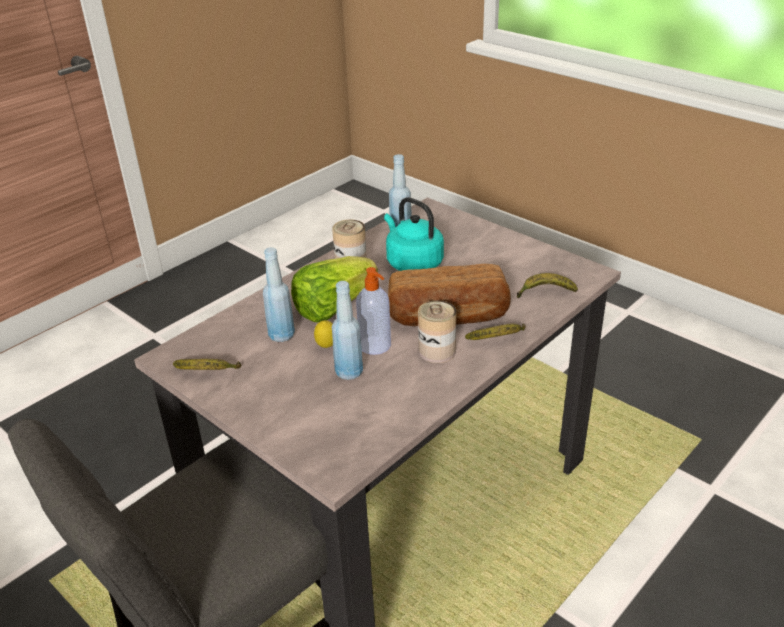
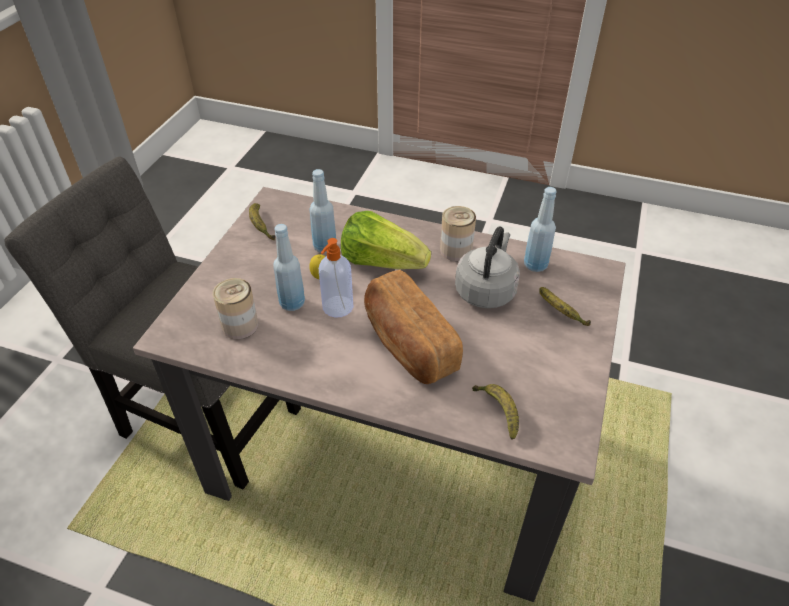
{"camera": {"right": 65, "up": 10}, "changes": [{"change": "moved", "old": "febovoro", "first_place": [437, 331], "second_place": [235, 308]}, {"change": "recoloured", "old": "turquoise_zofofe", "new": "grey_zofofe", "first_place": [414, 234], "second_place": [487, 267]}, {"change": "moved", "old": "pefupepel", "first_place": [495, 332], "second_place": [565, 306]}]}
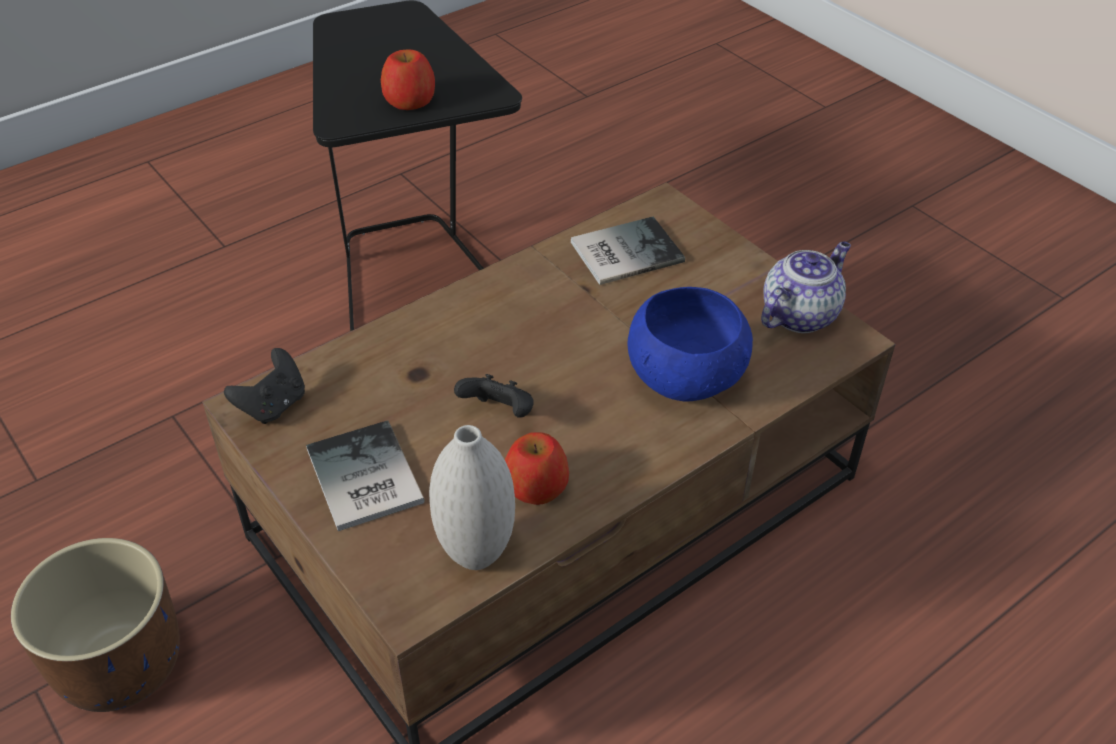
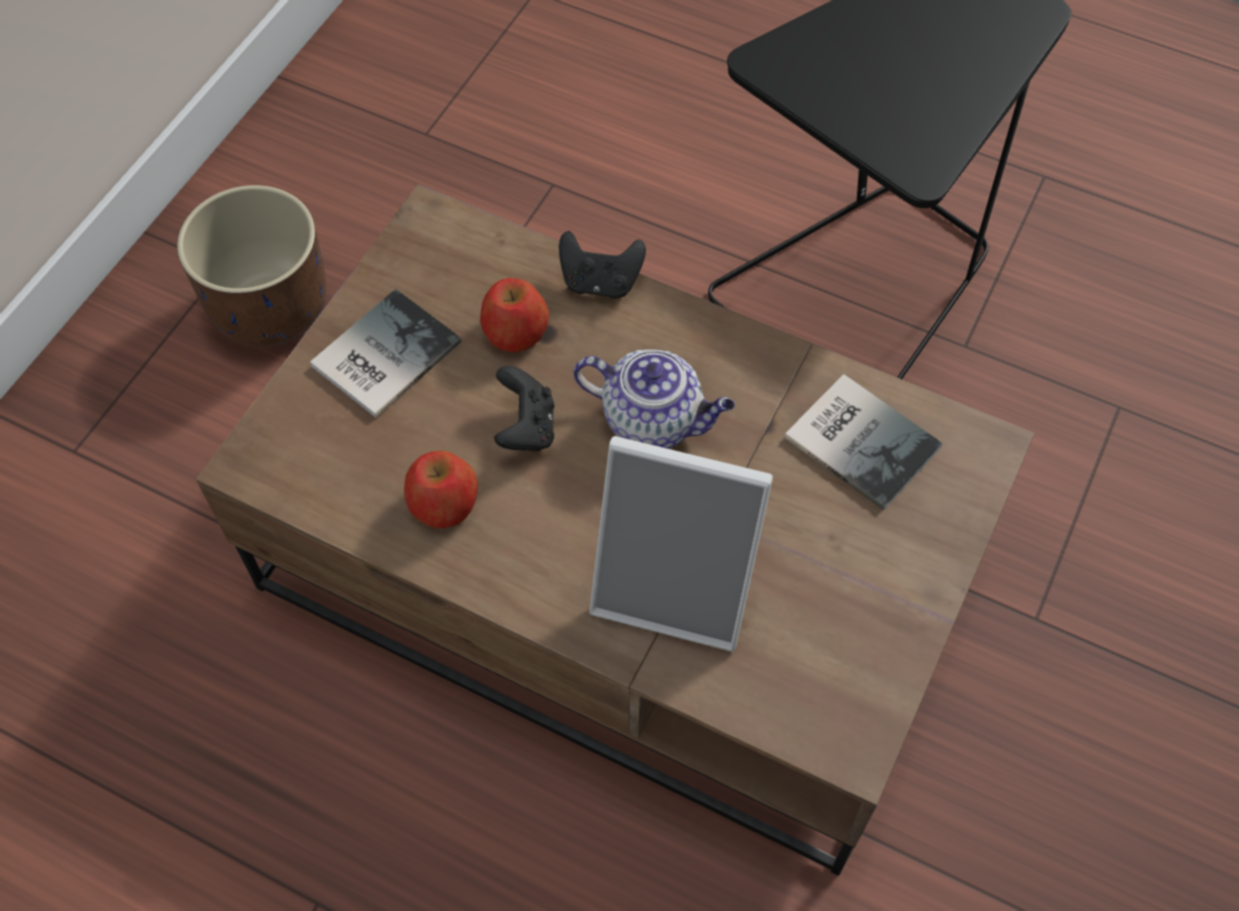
{"camera": {"right": 65, "up": 15}, "changes": [{"change": "moved", "old": "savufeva", "first_place": [408, 80], "second_place": [514, 315]}, {"change": "moved", "old": "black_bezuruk", "first_place": [264, 386], "second_place": [602, 265]}, {"change": "moved", "old": "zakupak", "first_place": [806, 287], "second_place": [654, 399]}, {"change": "replaced", "old": "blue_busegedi", "new": "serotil", "first_place": [690, 344], "second_place": [681, 544]}, {"change": "removed", "old": "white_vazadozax", "first_place": [472, 497]}]}
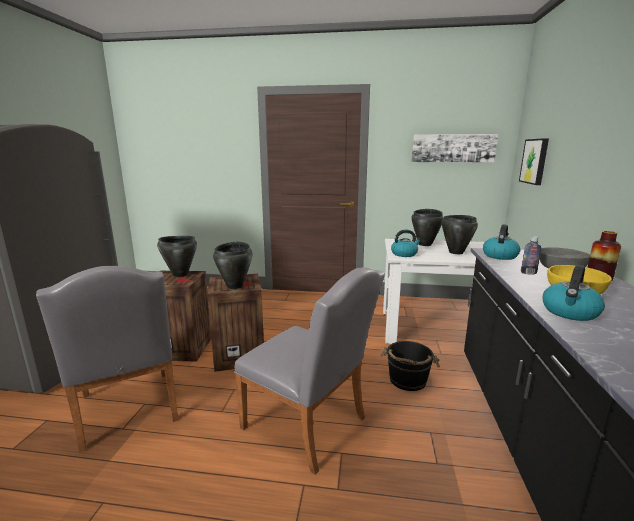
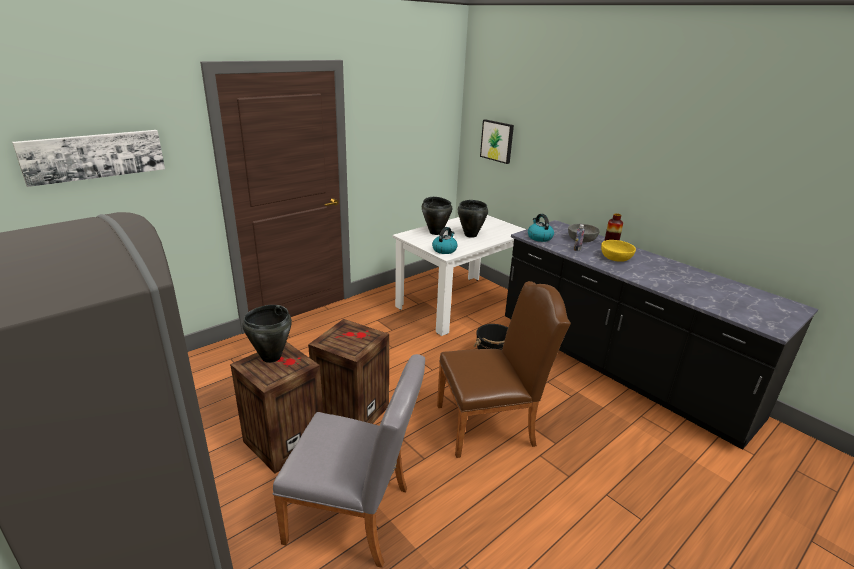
{"camera": {"right": -50, "up": 10}, "changes": [{"change": "moved", "old": "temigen", "first_place": [454, 148], "second_place": [88, 158]}, {"change": "recoloured", "old": "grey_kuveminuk", "new": "brown_kuveminuk", "first_place": [309, 371], "second_place": [504, 369]}, {"change": "removed", "old": "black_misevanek", "first_place": [232, 265]}, {"change": "removed", "old": "zofofe", "first_place": [573, 293]}]}
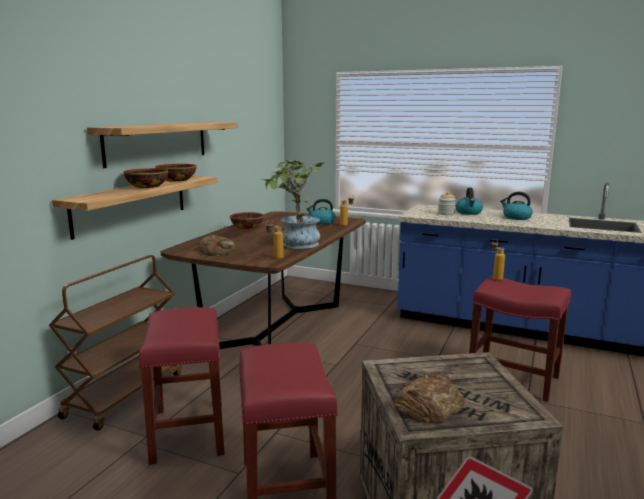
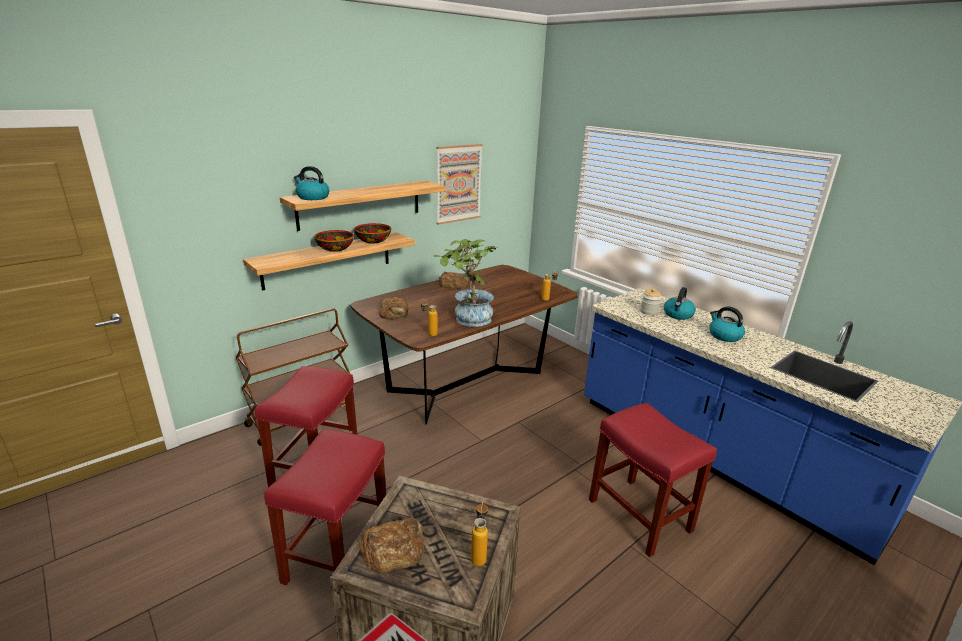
{"camera": {"right": 25, "up": 10}, "changes": [{"change": "moved", "old": "zofofe", "first_place": [321, 212], "second_place": [311, 183]}, {"change": "added", "new": "temigen", "second_place": [459, 184]}, {"change": "replaced", "old": "busegedi", "new": "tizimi", "first_place": [247, 220], "second_place": [454, 281]}, {"change": "moved", "old": "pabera", "first_place": [498, 260], "second_place": [479, 533]}]}
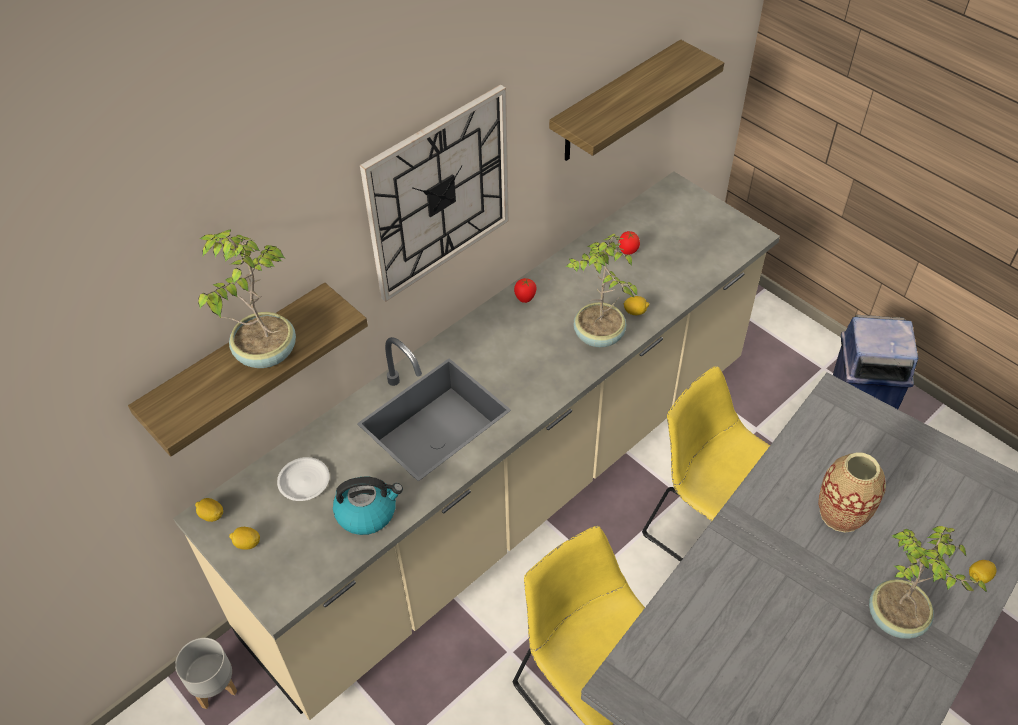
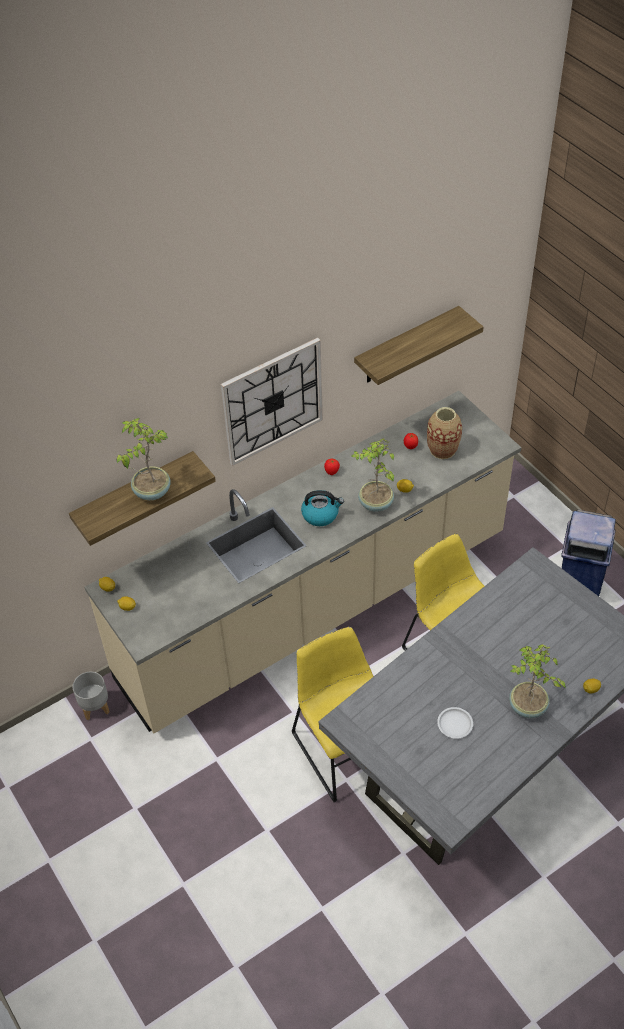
{"camera": {"right": 10, "up": 0}, "changes": [{"change": "moved", "old": "zofofe", "first_place": [368, 505], "second_place": [322, 508]}, {"change": "moved", "old": "vazadozax", "first_place": [852, 492], "second_place": [444, 433]}, {"change": "moved", "old": "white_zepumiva", "first_place": [303, 479], "second_place": [455, 723]}]}
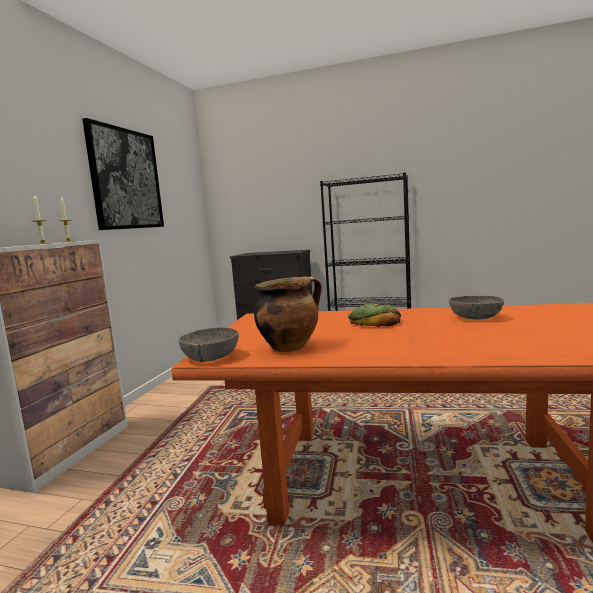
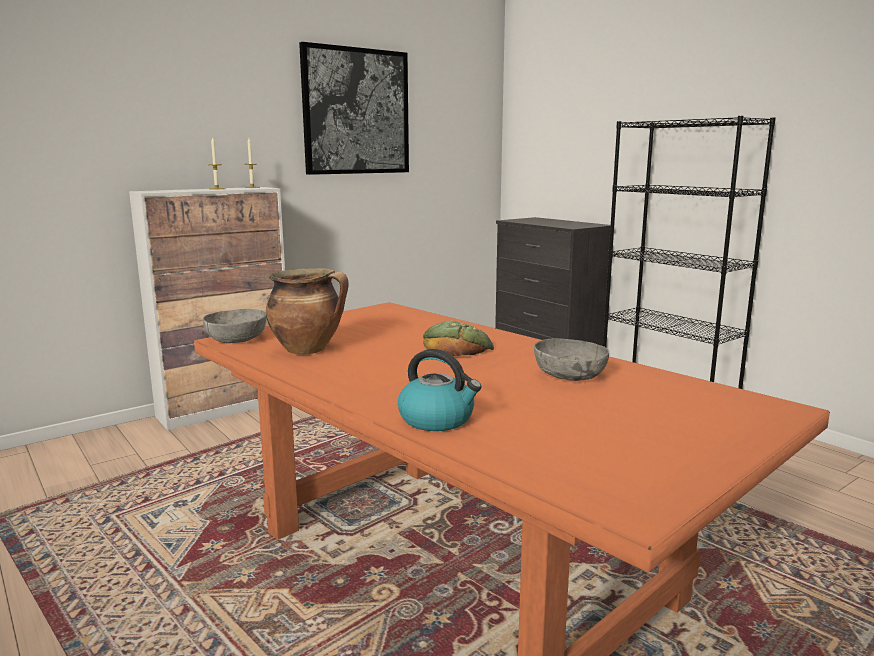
{"camera": {"right": 35, "up": 5}, "changes": [{"change": "added", "new": "zofofe", "second_place": [440, 390]}]}
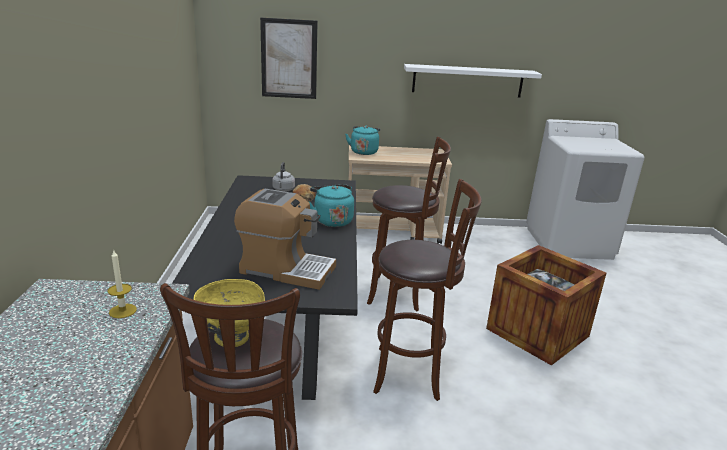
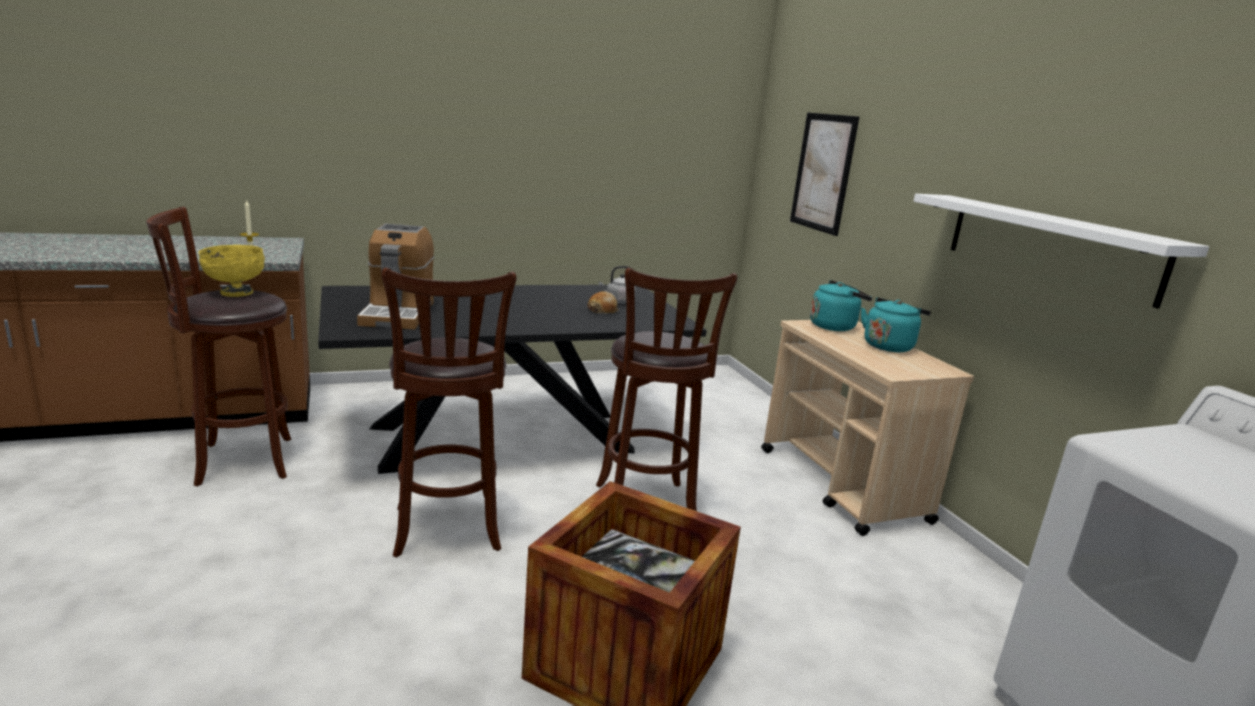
{"camera": {"right": 70, "up": -5}, "changes": [{"change": "moved", "old": "turquoise_zofofe", "first_place": [331, 205], "second_place": [896, 324]}]}
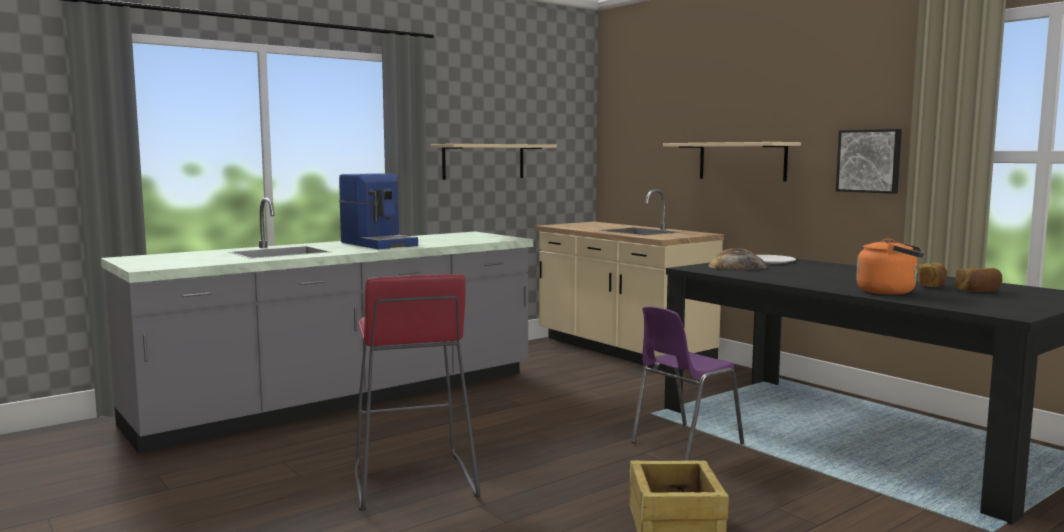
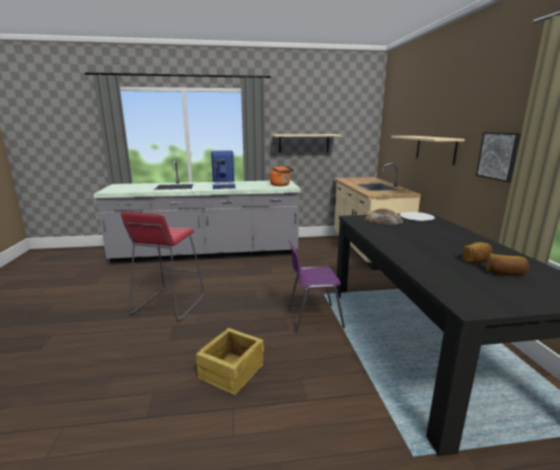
{"camera": {"right": 30, "up": 10}, "changes": [{"change": "moved", "old": "orange_zofofe", "first_place": [890, 266], "second_place": [282, 175]}]}
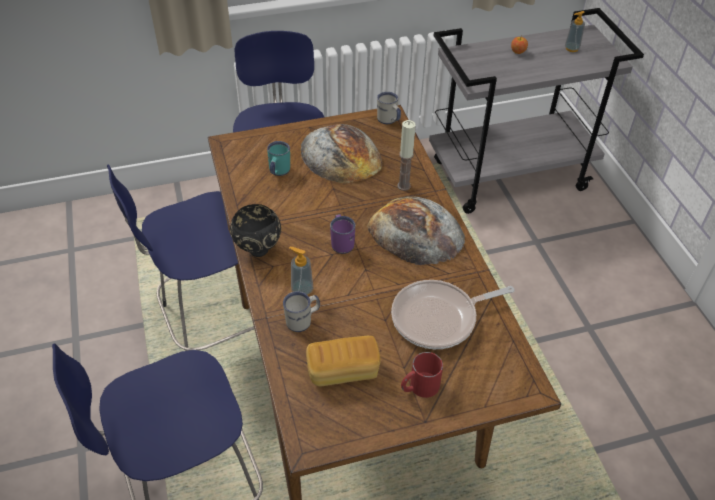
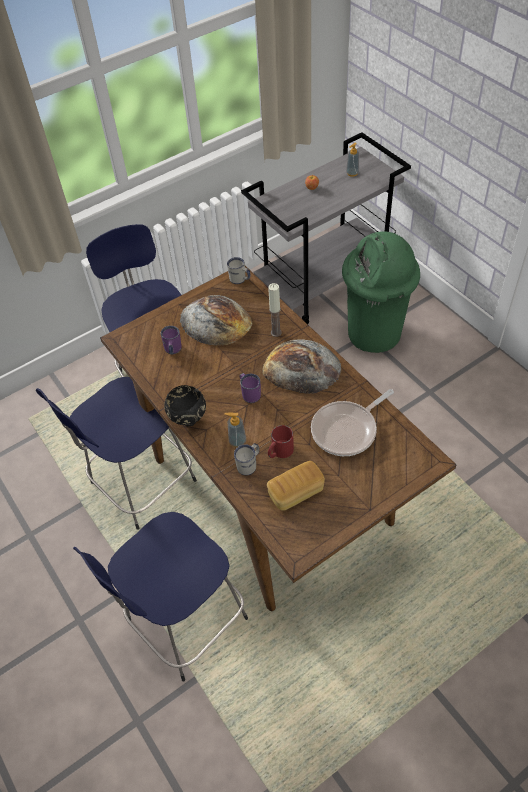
{"camera": {"right": -15, "up": 5}, "changes": [{"change": "recoloured", "old": "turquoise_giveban", "new": "purple_giveban", "first_place": [278, 158], "second_place": [171, 340]}, {"change": "moved", "old": "red_giveban", "first_place": [422, 375], "second_place": [281, 441]}, {"change": "added", "new": "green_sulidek", "second_place": [381, 292]}]}
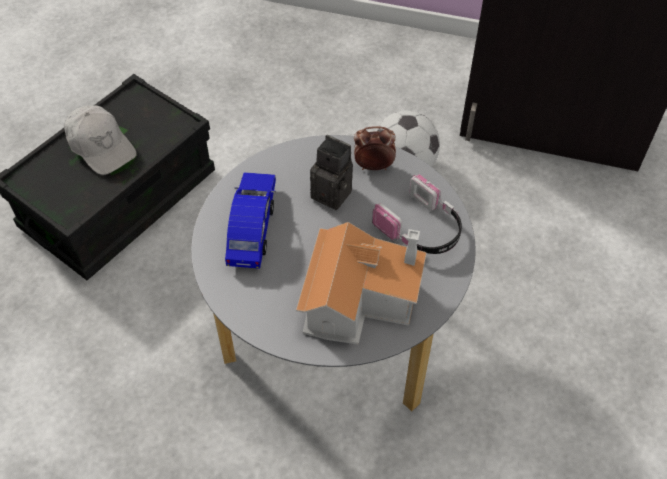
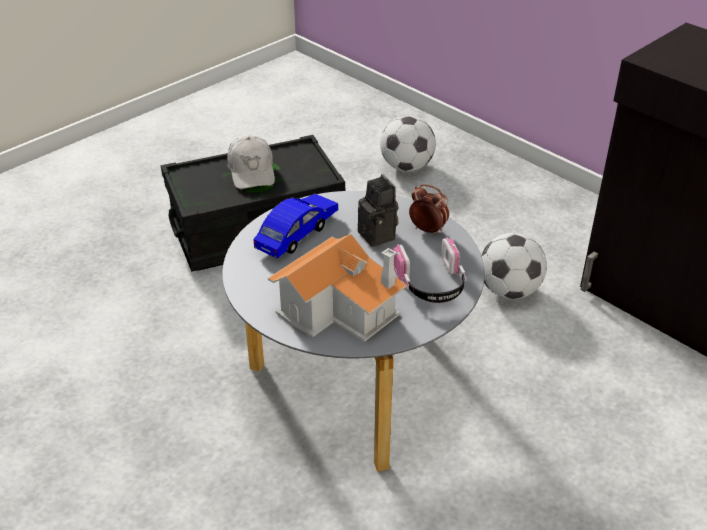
{"camera": {"right": 30, "up": -15}, "changes": [{"change": "added", "new": "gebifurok", "second_place": [408, 144]}]}
